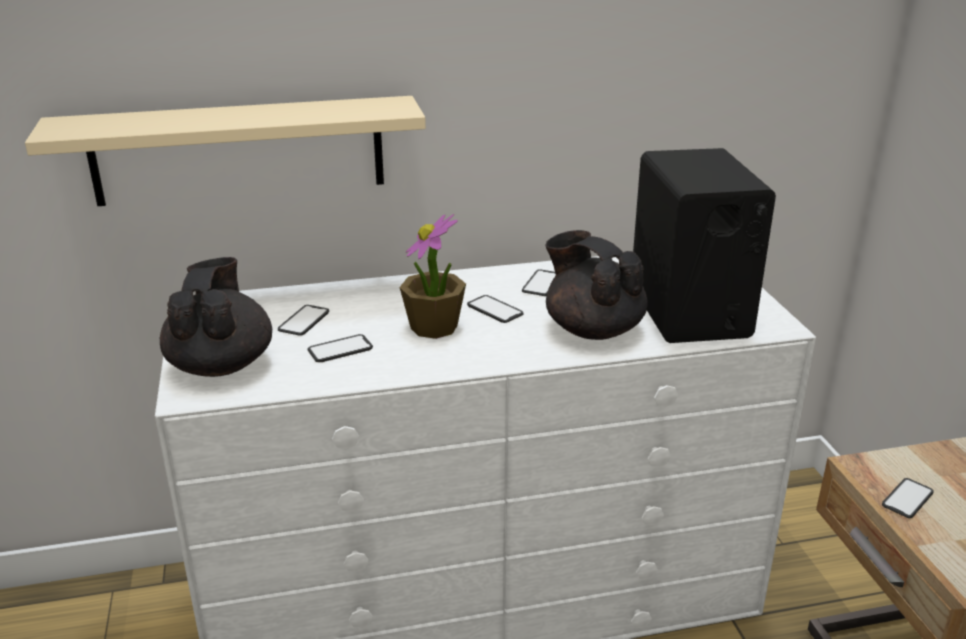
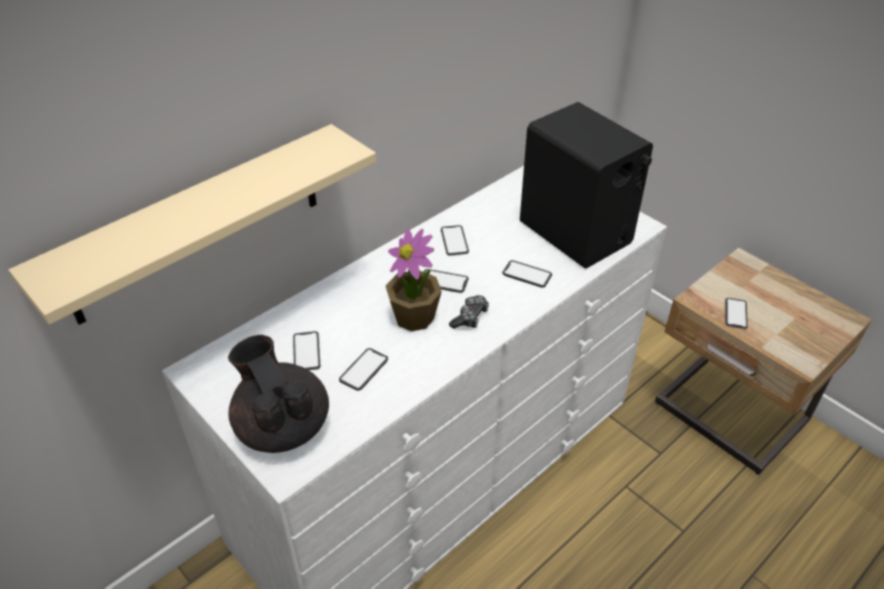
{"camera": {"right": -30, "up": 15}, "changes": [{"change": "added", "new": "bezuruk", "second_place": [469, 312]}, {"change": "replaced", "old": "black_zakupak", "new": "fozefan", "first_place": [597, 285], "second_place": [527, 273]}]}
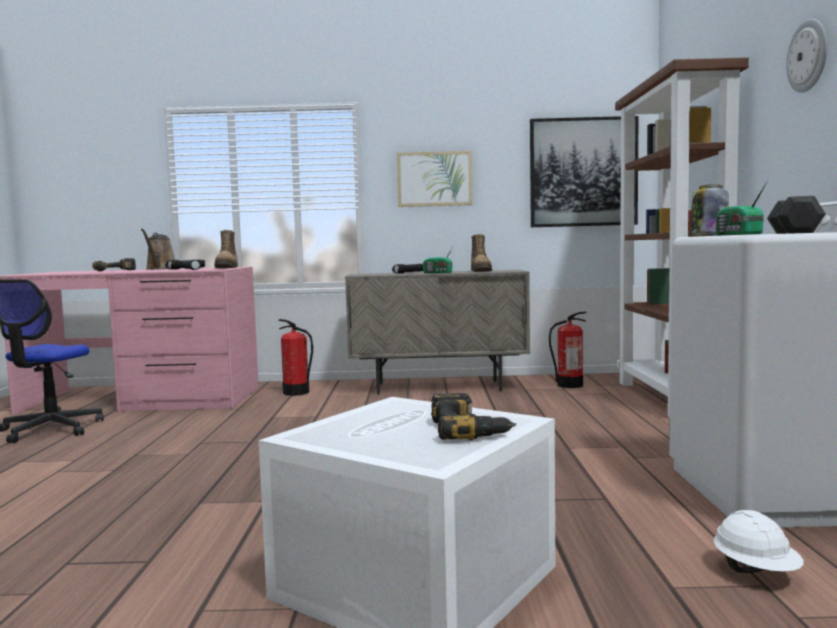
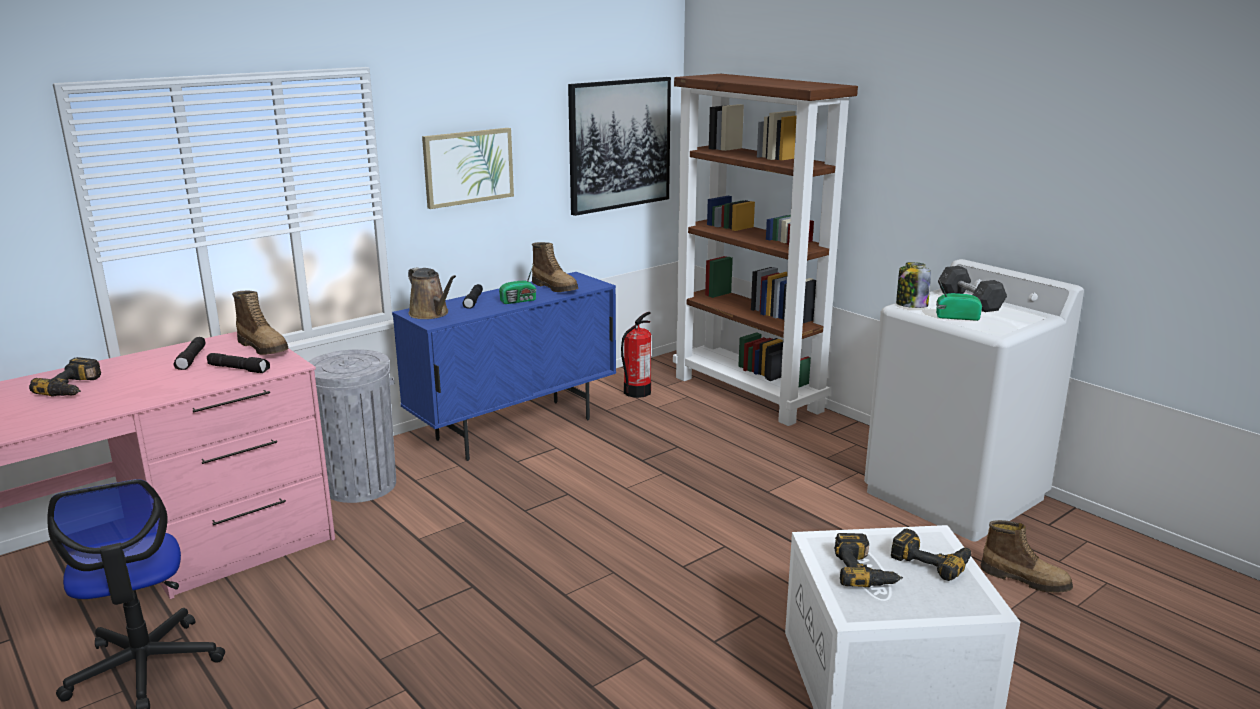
{"camera": {"right": -40, "up": 15}, "changes": [{"change": "replaced", "old": "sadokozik", "new": "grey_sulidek", "first_place": [295, 357], "second_place": [352, 426]}, {"change": "recoloured", "old": "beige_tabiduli", "new": "blue_tabiduli", "first_place": [437, 332], "second_place": [504, 366]}, {"change": "moved", "old": "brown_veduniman", "first_place": [158, 249], "second_place": [432, 293]}, {"change": "added", "new": "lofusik", "second_place": [868, 560]}, {"change": "turned", "old": "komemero", "first_place": [742, 208], "second_place": [959, 299], "degrees": 150}, {"change": "replaced", "old": "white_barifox", "new": "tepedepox", "first_place": [758, 541], "second_place": [1026, 556]}, {"change": "removed", "old": "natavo", "first_place": [806, 56]}]}
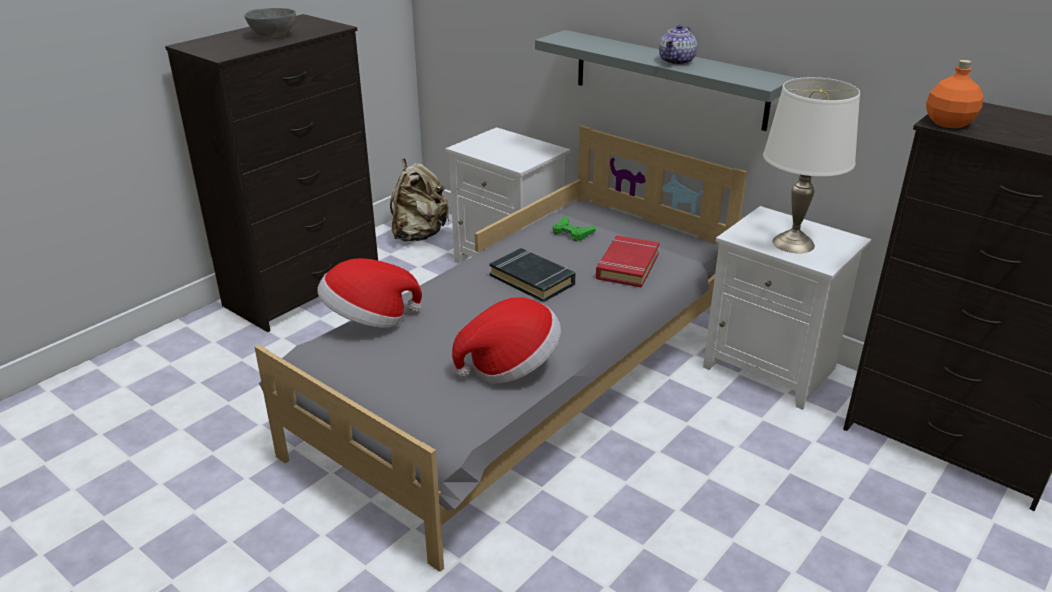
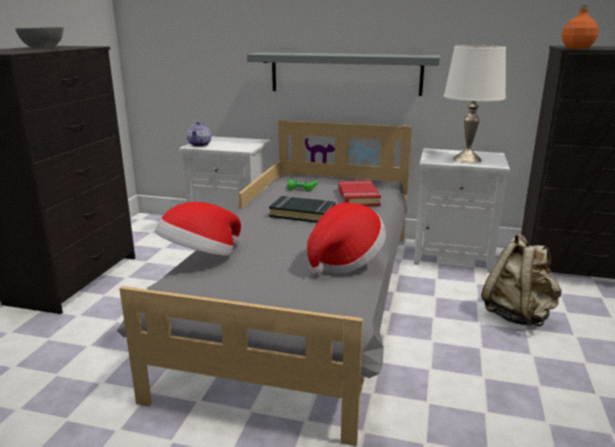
{"camera": {"right": -25, "up": -10}, "changes": [{"change": "moved", "old": "zakupak", "first_place": [678, 44], "second_place": [199, 134]}, {"change": "moved", "old": "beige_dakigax", "first_place": [420, 200], "second_place": [521, 279]}]}
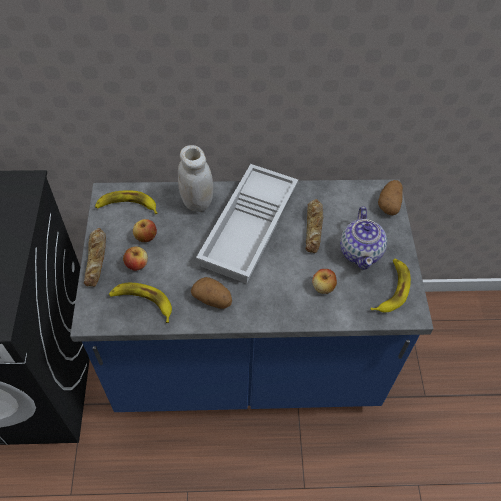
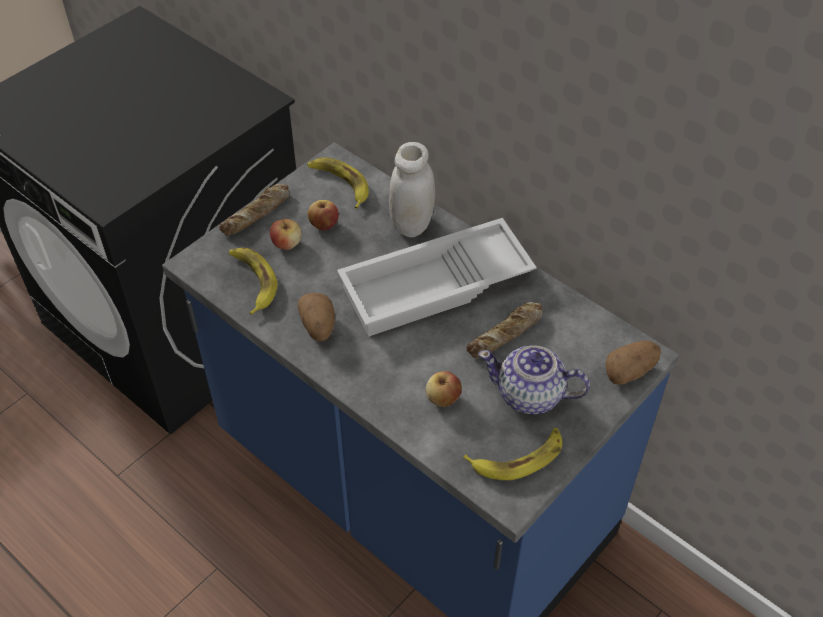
{"camera": {"right": 45, "up": -5}, "changes": [{"change": "turned", "old": "zakupak", "first_place": [363, 238], "second_place": [534, 379], "degrees": 60}]}
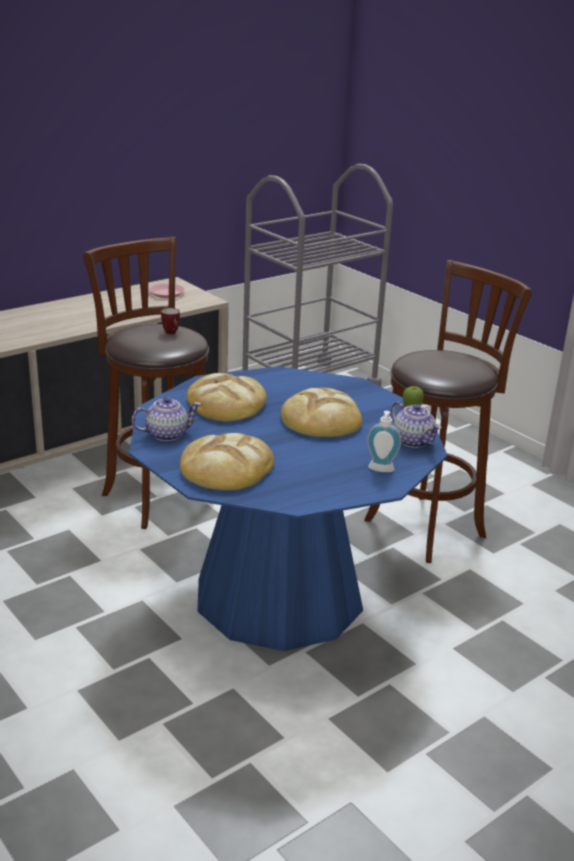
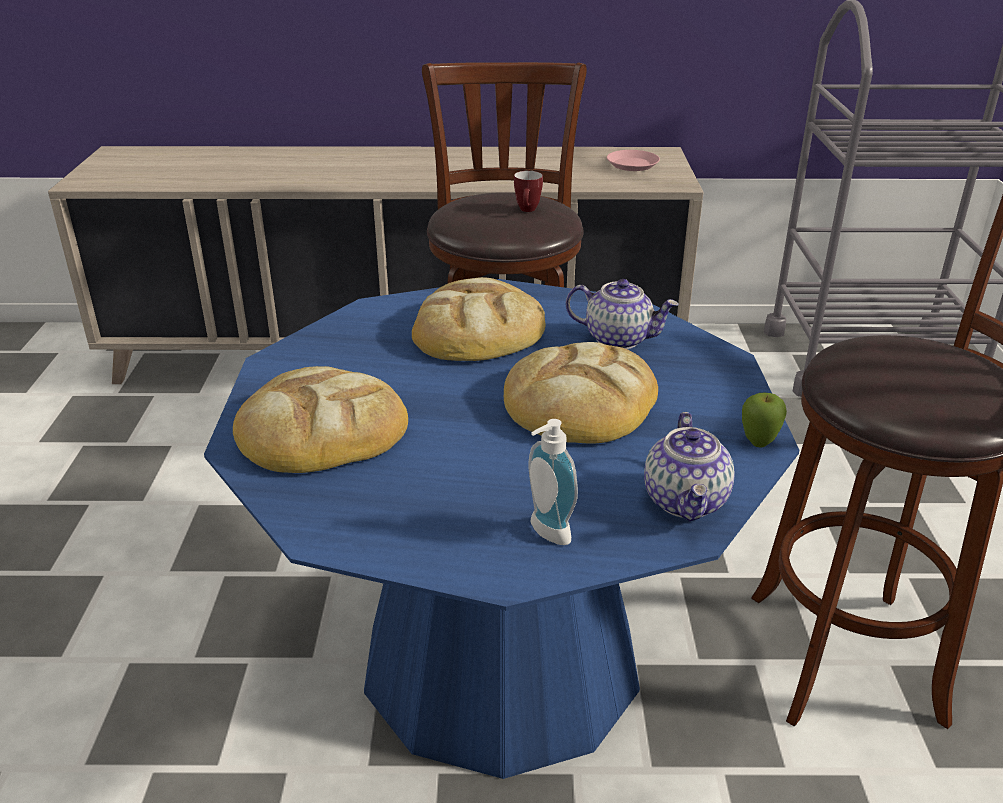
{"camera": {"right": 40, "up": 5}, "changes": [{"change": "moved", "old": "zakupak", "first_place": [166, 419], "second_place": [622, 314]}]}
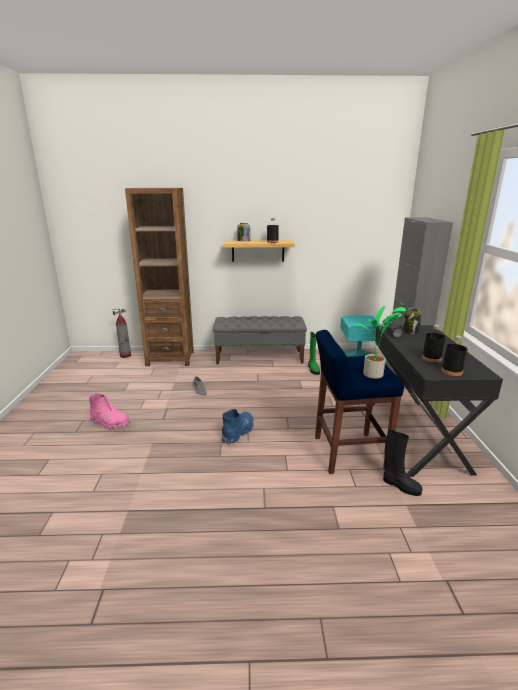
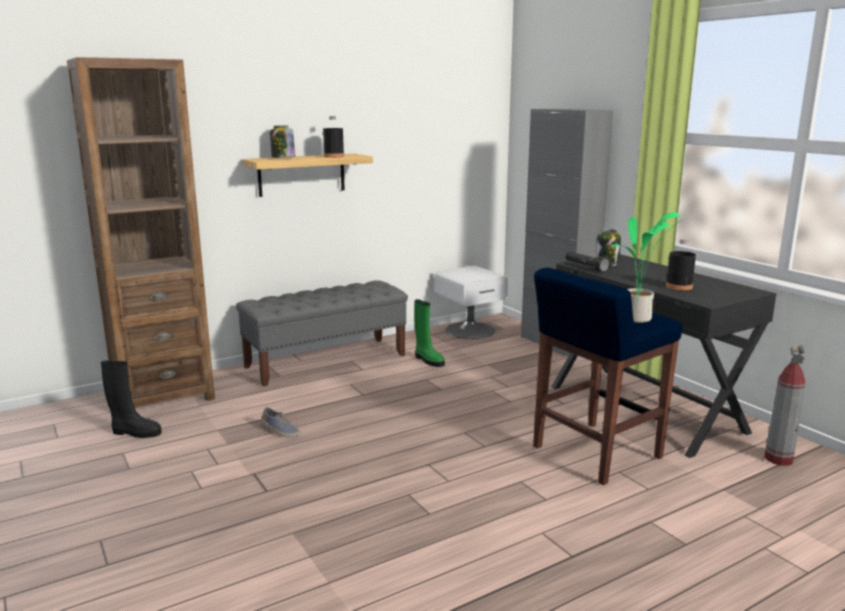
{"camera": {"right": -30, "up": -5}, "changes": [{"change": "moved", "old": "black_tepedepox", "first_place": [402, 462], "second_place": [131, 399]}, {"change": "recoloured", "old": "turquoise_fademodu", "new": "white_fademodu", "first_place": [360, 336], "second_place": [471, 302]}, {"change": "moved", "old": "sadokozik", "first_place": [121, 333], "second_place": [784, 405]}, {"change": "removed", "old": "pink_tepedepox", "first_place": [109, 412]}, {"change": "removed", "old": "blue_tepedepox", "first_place": [238, 426]}, {"change": "removed", "old": "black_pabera", "first_place": [455, 356]}]}
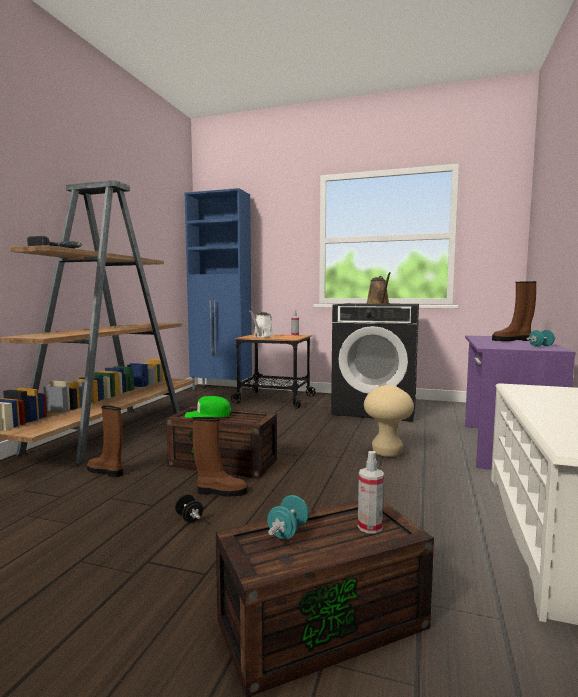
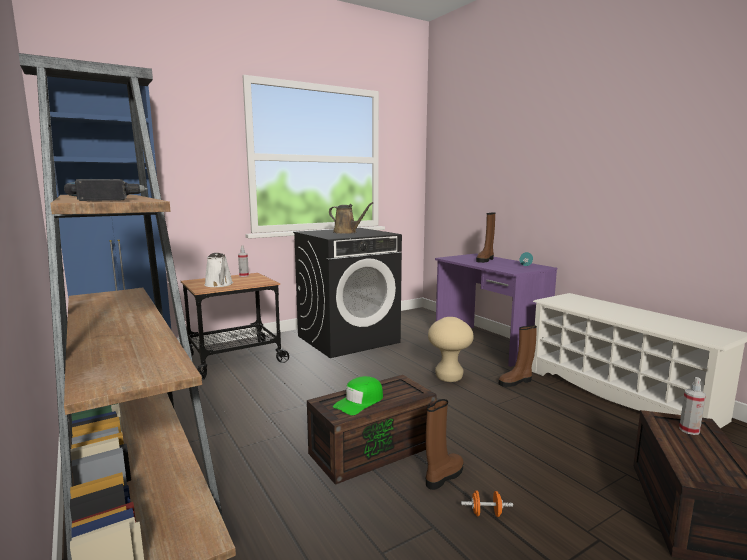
{"camera": {"right": -50, "up": 5}, "changes": [{"change": "recoloured", "old": "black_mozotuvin", "new": "orange_mozotuvin", "first_place": [189, 508], "second_place": [487, 503]}, {"change": "moved", "old": "brown_tepedepox", "first_place": [105, 441], "second_place": [518, 356]}, {"change": "removed", "old": "turquoise_mozotuvin", "first_place": [288, 517]}]}
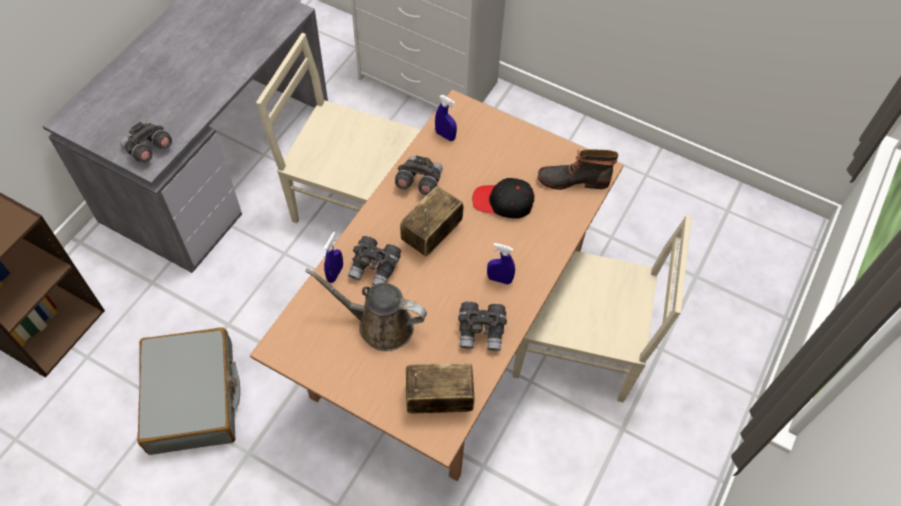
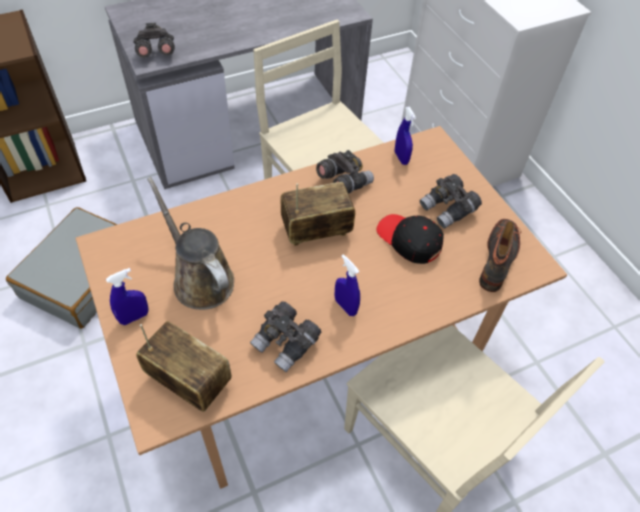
{"camera": {"right": 35, "up": -5}, "changes": [{"change": "moved", "old": "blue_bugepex", "first_place": [333, 257], "second_place": [127, 296]}, {"change": "moved", "old": "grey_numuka", "first_place": [374, 260], "second_place": [450, 201]}, {"change": "turned", "old": "tepedepox", "first_place": [578, 170], "second_place": [500, 255], "degrees": 75}]}
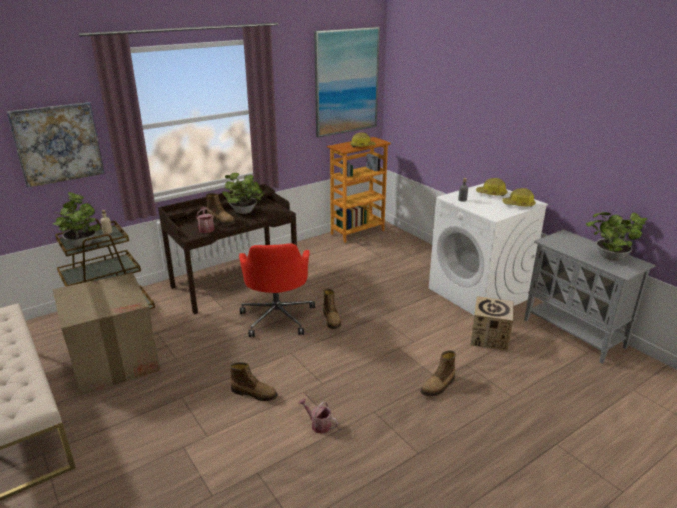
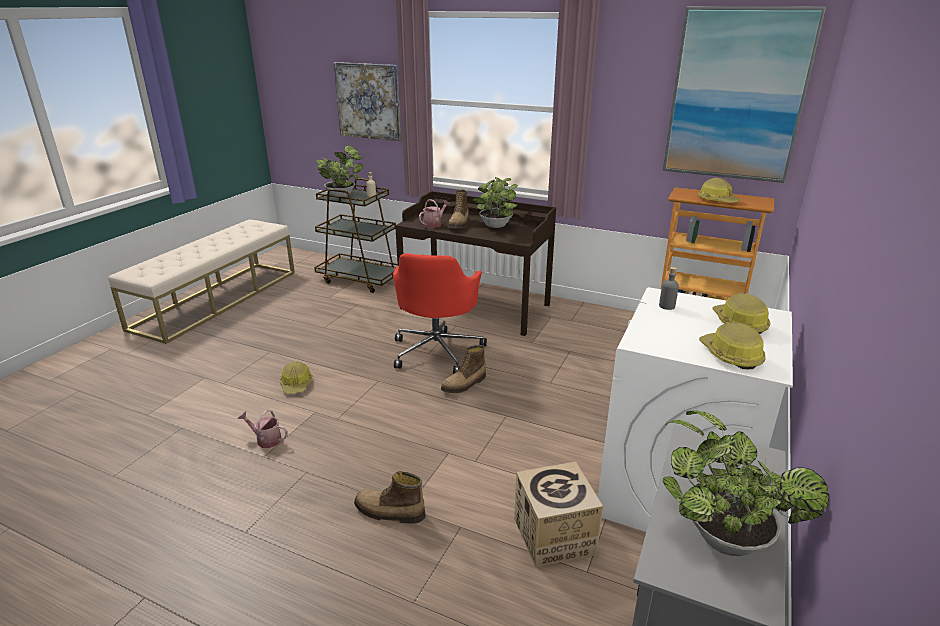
{"camera": {"right": 60, "up": 0}, "changes": [{"change": "turned", "old": "veduniman", "first_place": [318, 416], "second_place": [262, 429], "degrees": -75}, {"change": "replaced", "old": "tepedepox", "new": "barifox", "first_place": [254, 381], "second_place": [296, 377]}, {"change": "turned", "old": "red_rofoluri", "first_place": [277, 290], "second_place": [440, 313], "degrees": -45}, {"change": "removed", "old": "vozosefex", "first_place": [106, 334]}]}
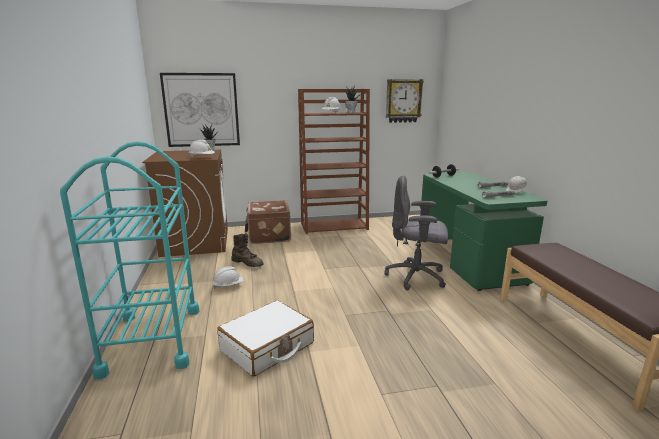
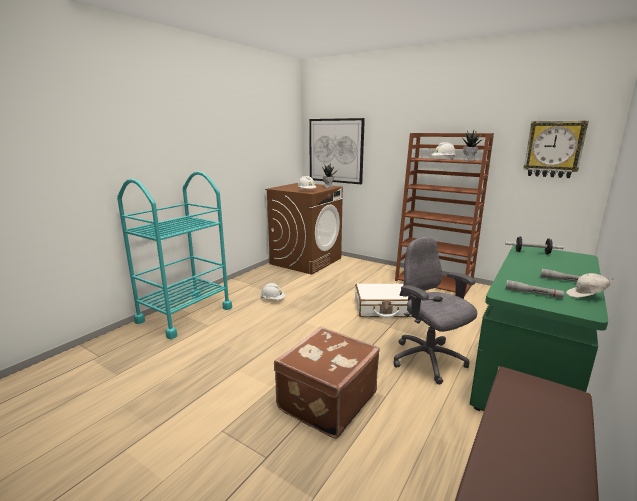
{"camera": {"right": 45, "up": 0}, "changes": [{"change": "moved", "old": "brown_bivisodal", "first_place": [268, 222], "second_place": [327, 383]}, {"change": "moved", "old": "white_bivisodal", "first_place": [265, 338], "second_place": [383, 301]}, {"change": "removed", "old": "brown_tepedepox", "first_place": [247, 250]}]}
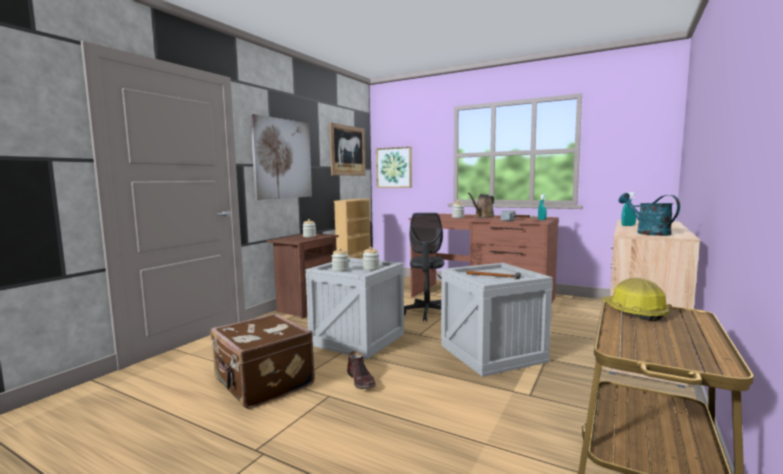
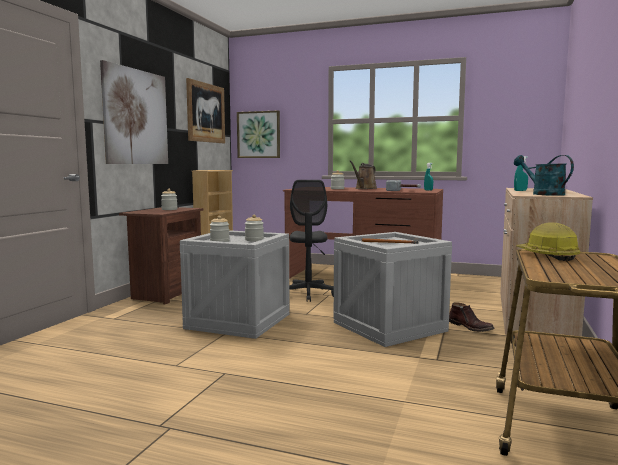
{"camera": {"right": -10, "up": 0}, "changes": [{"change": "moved", "old": "brown_tepedepox", "first_place": [361, 370], "second_place": [472, 317]}, {"change": "removed", "old": "brown_bivisodal", "first_place": [263, 361]}]}
